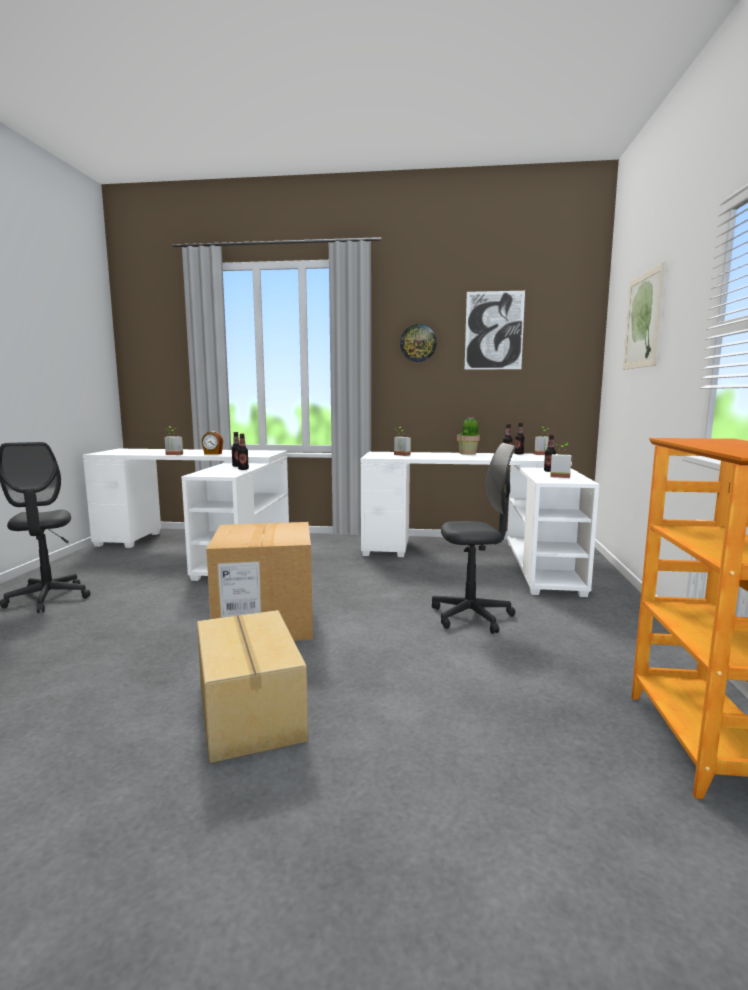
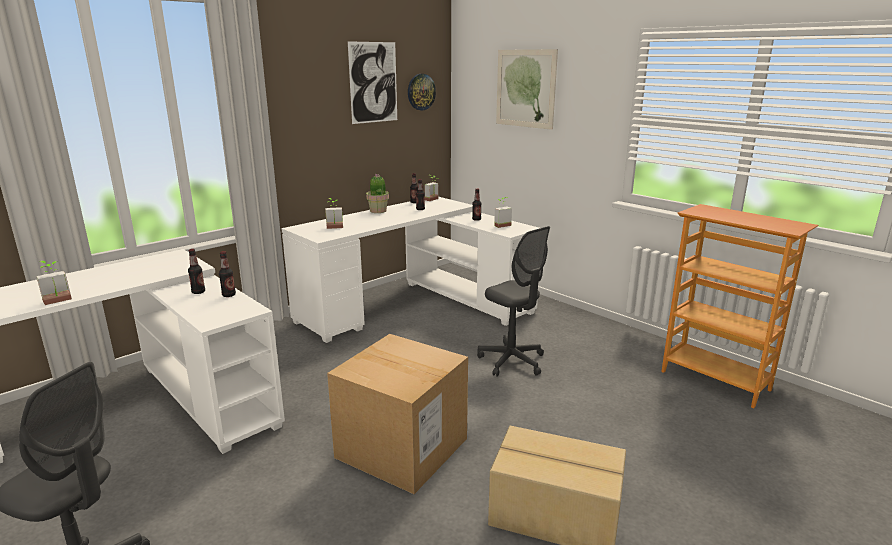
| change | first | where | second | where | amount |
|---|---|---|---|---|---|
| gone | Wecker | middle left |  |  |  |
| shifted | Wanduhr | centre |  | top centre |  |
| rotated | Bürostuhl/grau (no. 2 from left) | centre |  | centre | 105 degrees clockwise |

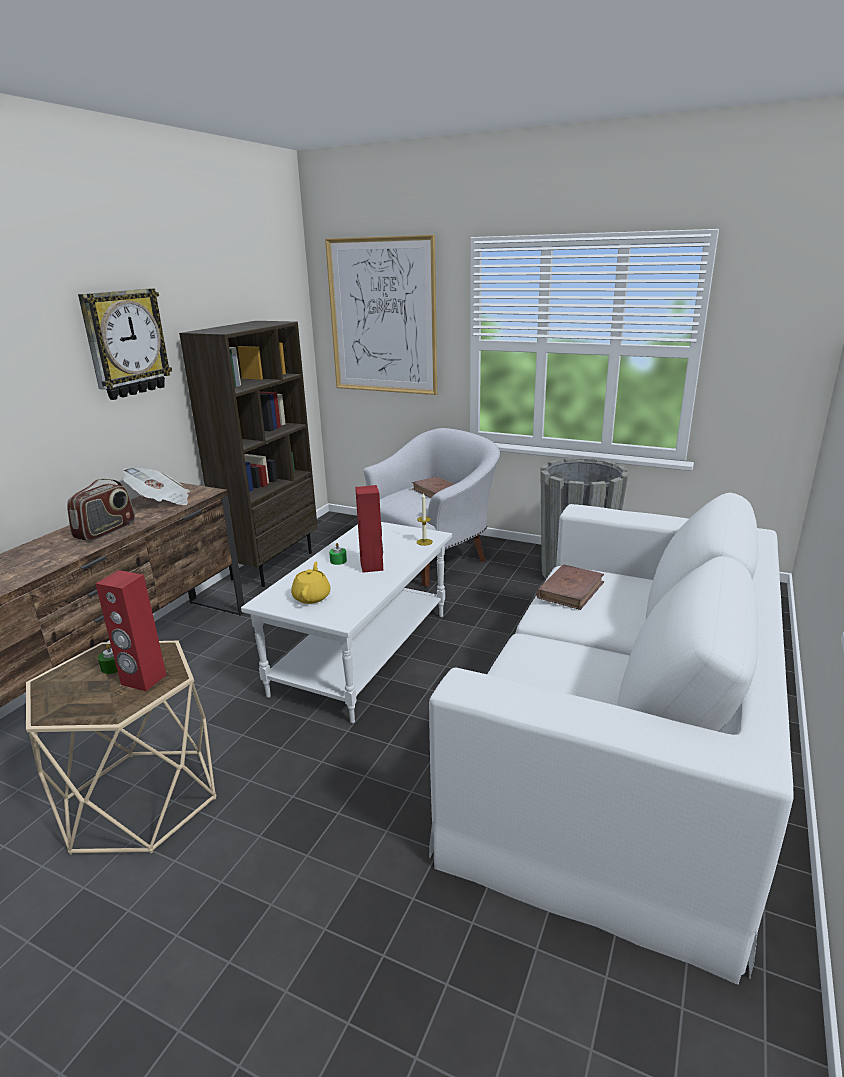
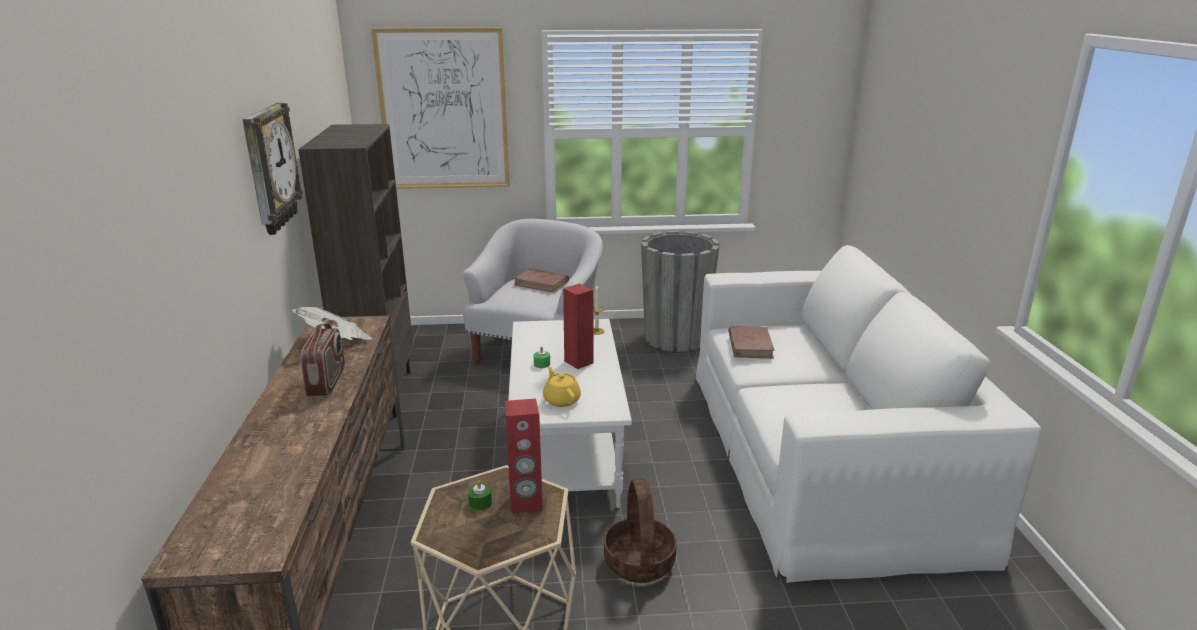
| change | first | where | second | where | amount |
|---|---|---|---|---|---|
| new |  |  | Korb | bottom centre |  |

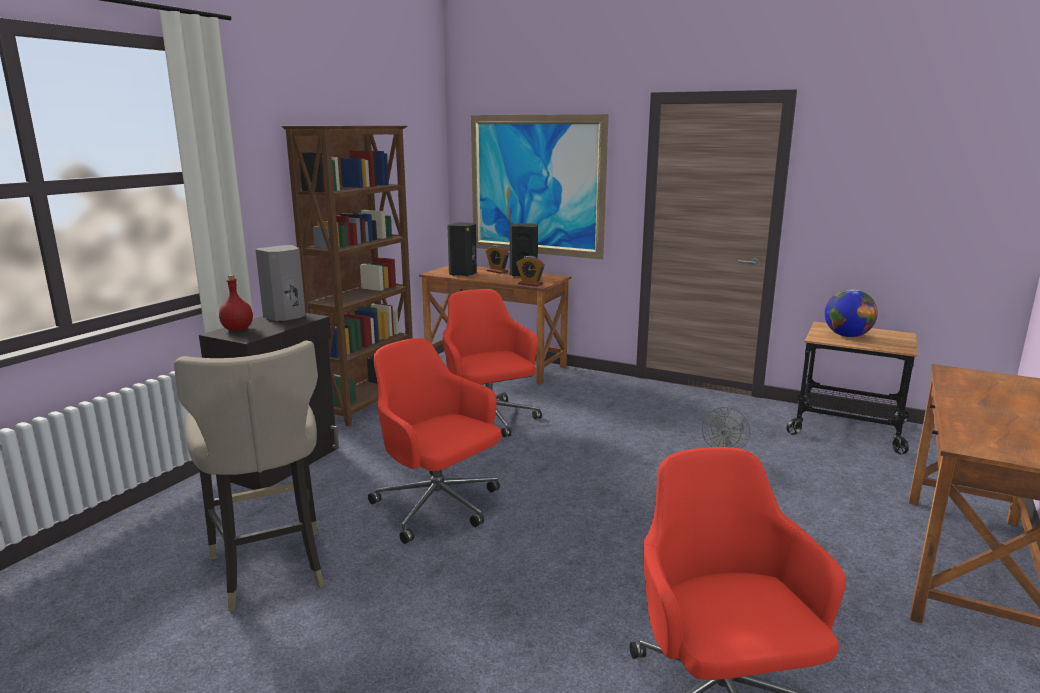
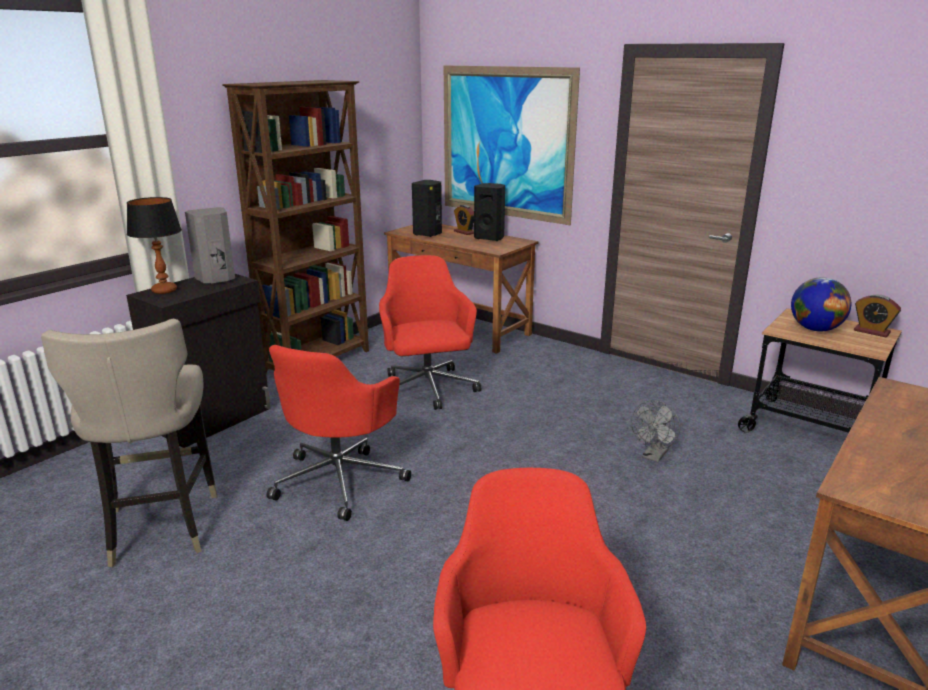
| change | first | where | second | where | amount |
|---|---|---|---|---|---|
| shifted | Wecker (no. 2 from left) | centre |  | middle right |  |
| swapped | Flasche/rot | middle left | Tischlampe | middle left |  |
| rotated | Bürostuhl/rot (no. 1 from left) | centre |  | centre | 120 degrees counterclockwise |

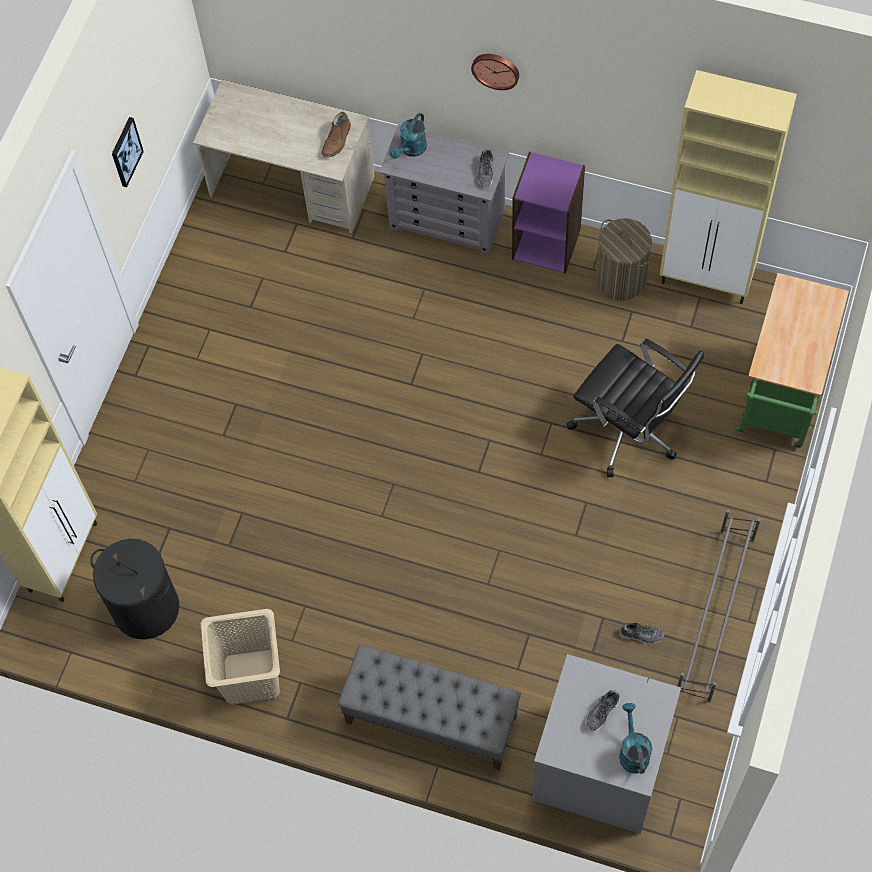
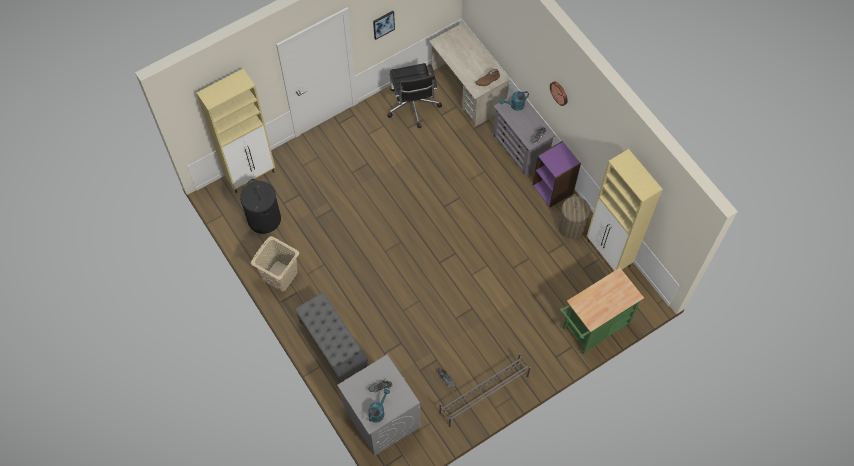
| change | first | where | second | where | amount |
|---|---|---|---|---|---|
| shifted | Bürostuhl/schwarz | middle right |  | top centre |  |

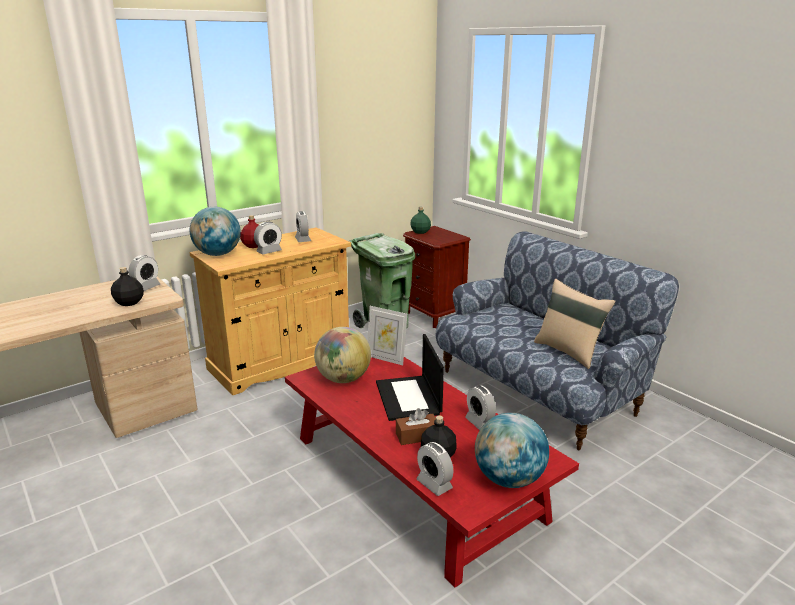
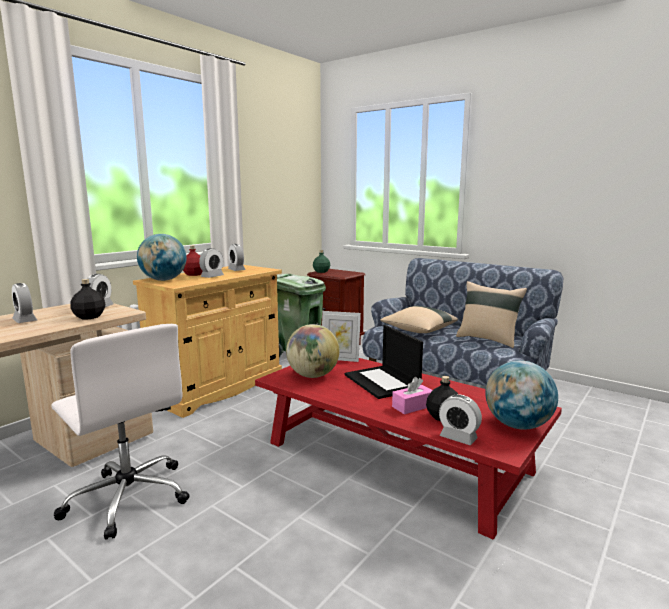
| change | first | where | second | where | amount |
|---|---|---|---|---|---|
| new |  |  | Bürostuhl/weiß | bottom left |  |
| new |  |  | Kissen/beige (no. 1 from left) | centre |  |
| shifted | Wecker (no. 5 from left in the first image) | bottom centre | Wecker (no. 1 from left) | middle left |  |
| repainted | Taschentuchbox/braun | bottom centre | Taschentuchbox/rosa | centre |  |

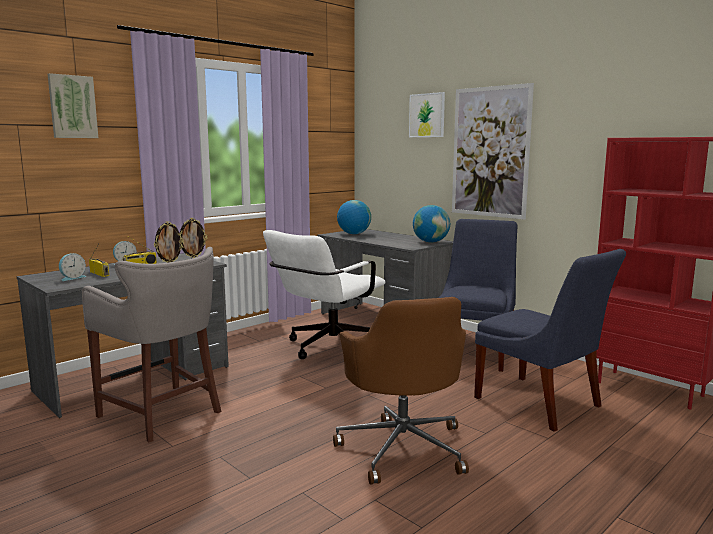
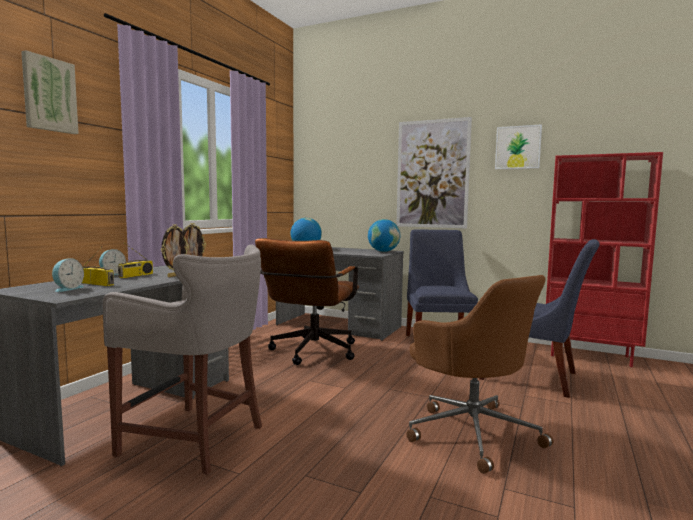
| change | first | where | second | where | amount |
|---|---|---|---|---|---|
| shifted | Bild (no. 2 from left in the first image) | top centre | Bild (no. 3 from left) | top right |  |
| repainted | Bürostuhl/weiß | centre | Bürostuhl/braun (no. 1 from left) | centre |  |

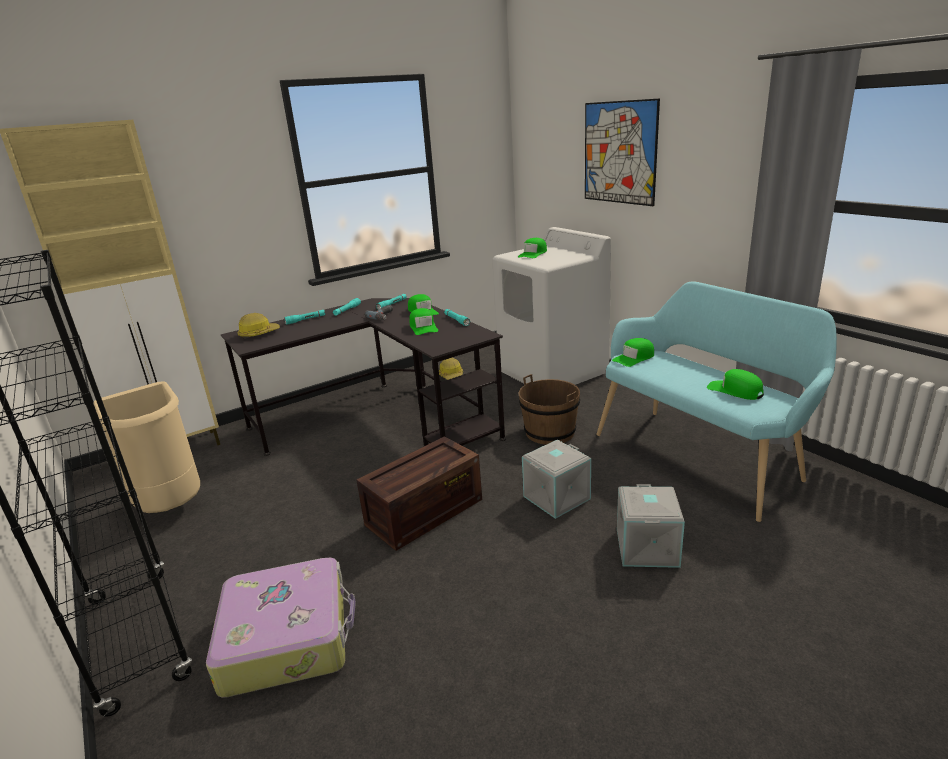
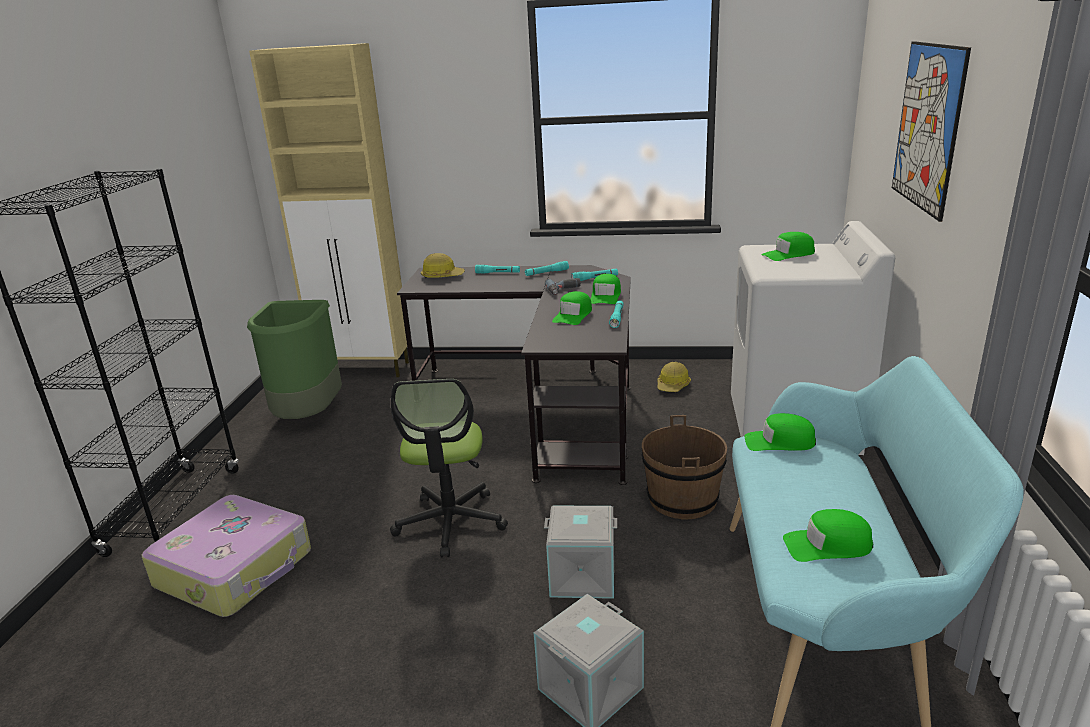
| change | first | where | second | where | amount |
|---|---|---|---|---|---|
| swapped | Kiste | centre | Bürostuhl | centre |  |
| repainted | Mülleimer/beige | middle left | Mülleimer/grün | middle left |  |
| rotated | Kappe/grün (no. 5 from left) | middle right |  | bottom right | 90 degrees counterclockwise |

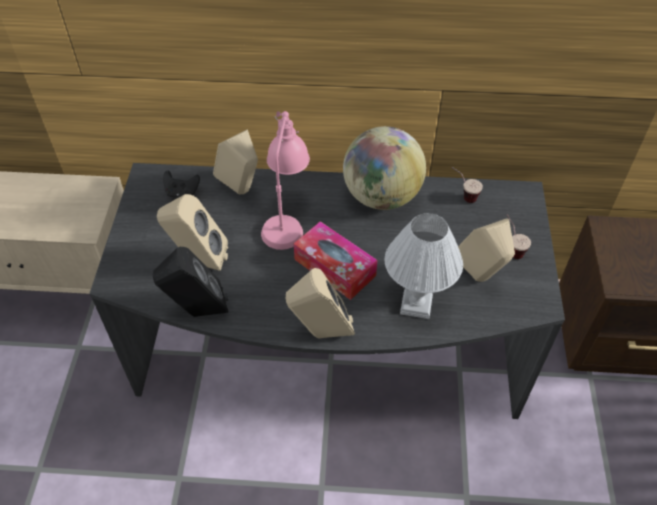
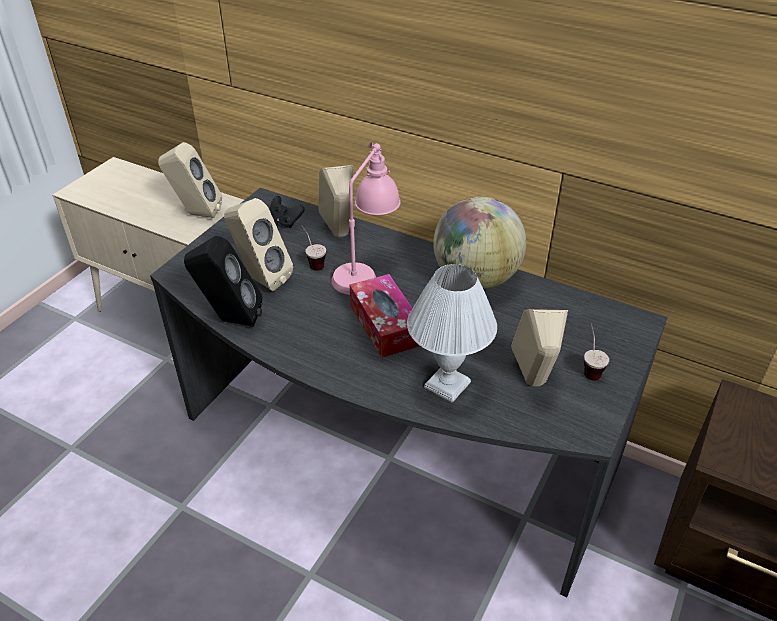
| change | first | where | second | where | amount |
|---|---|---|---|---|---|
| shifted | Lautsprecher/beige (no. 3 from left in the first image) | centre | Lautsprecher/beige (no. 1 from left) | top left |  |
| shifted | Tasse (no. 1 from left) | middle right |  | centre |  |

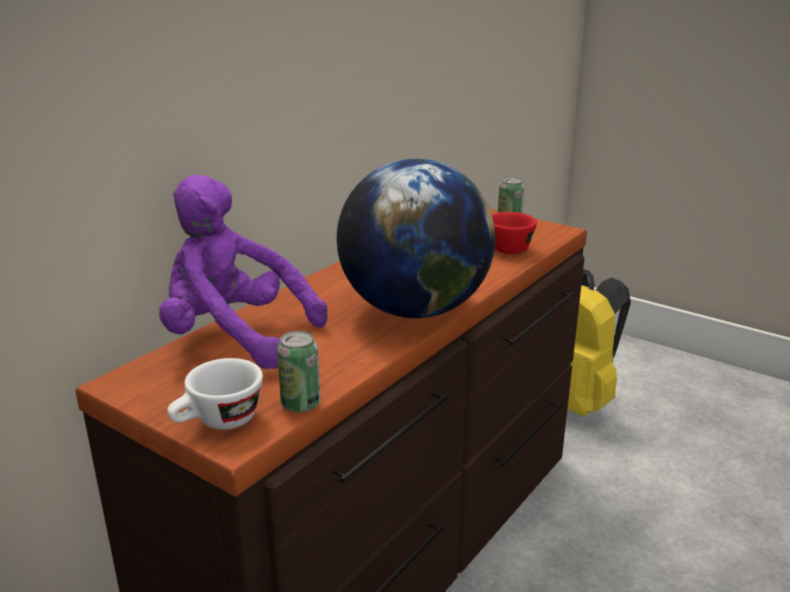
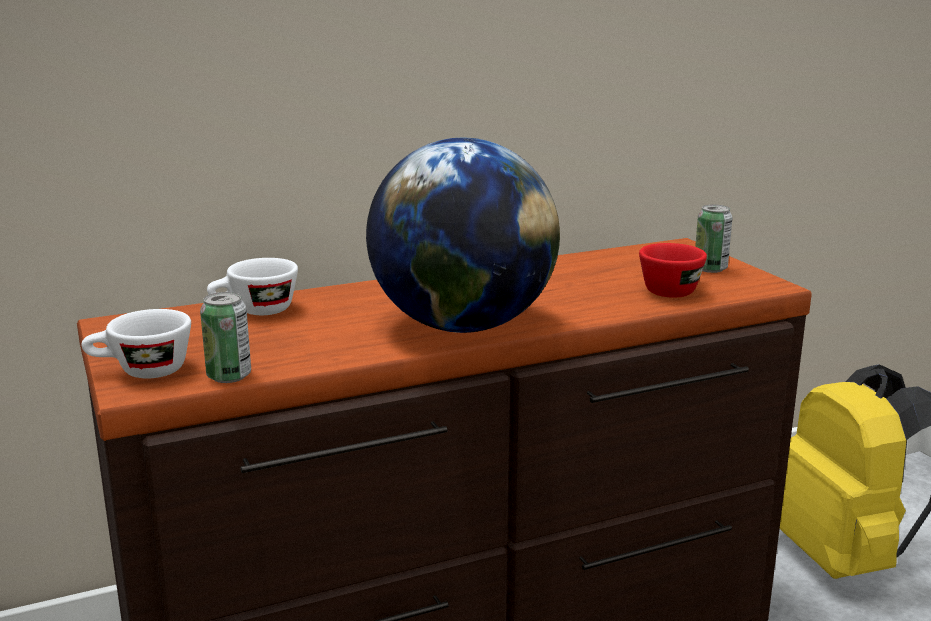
| change | first | where | second | where | amount |
|---|---|---|---|---|---|
| swapped | Plüschtier/lila | middle left | Tasse/weiß (no. 2 from left) | middle left |  |

